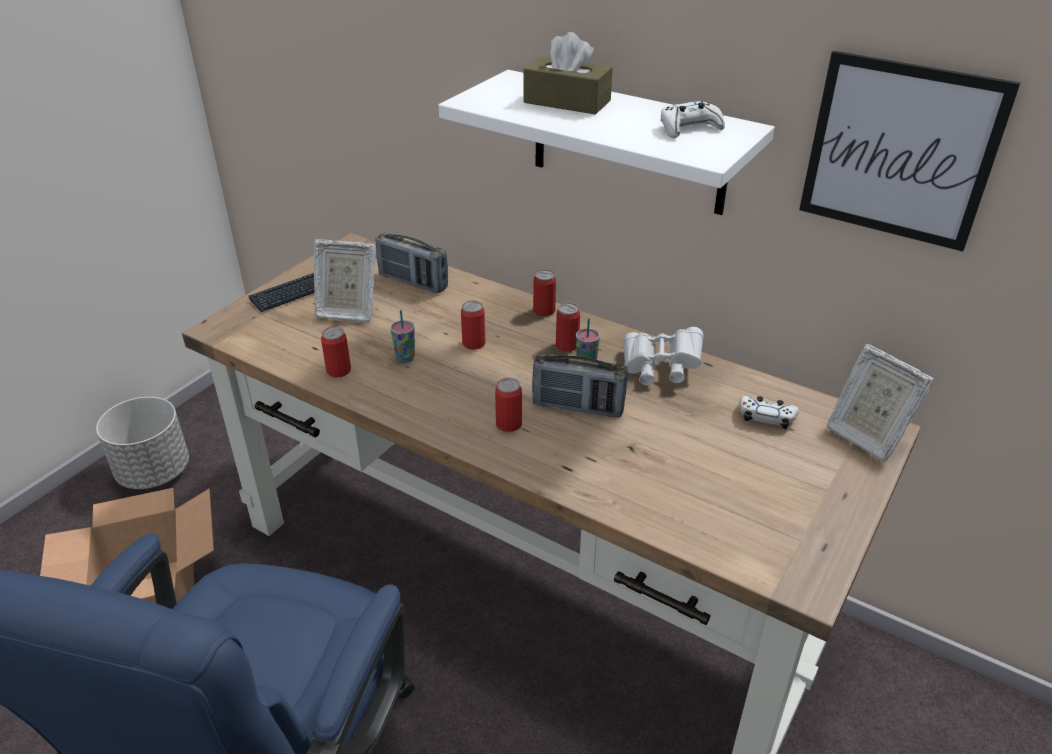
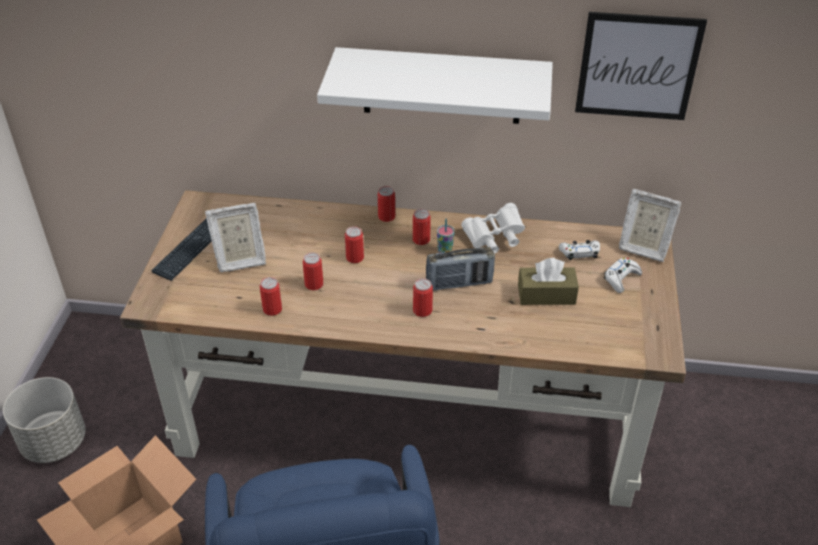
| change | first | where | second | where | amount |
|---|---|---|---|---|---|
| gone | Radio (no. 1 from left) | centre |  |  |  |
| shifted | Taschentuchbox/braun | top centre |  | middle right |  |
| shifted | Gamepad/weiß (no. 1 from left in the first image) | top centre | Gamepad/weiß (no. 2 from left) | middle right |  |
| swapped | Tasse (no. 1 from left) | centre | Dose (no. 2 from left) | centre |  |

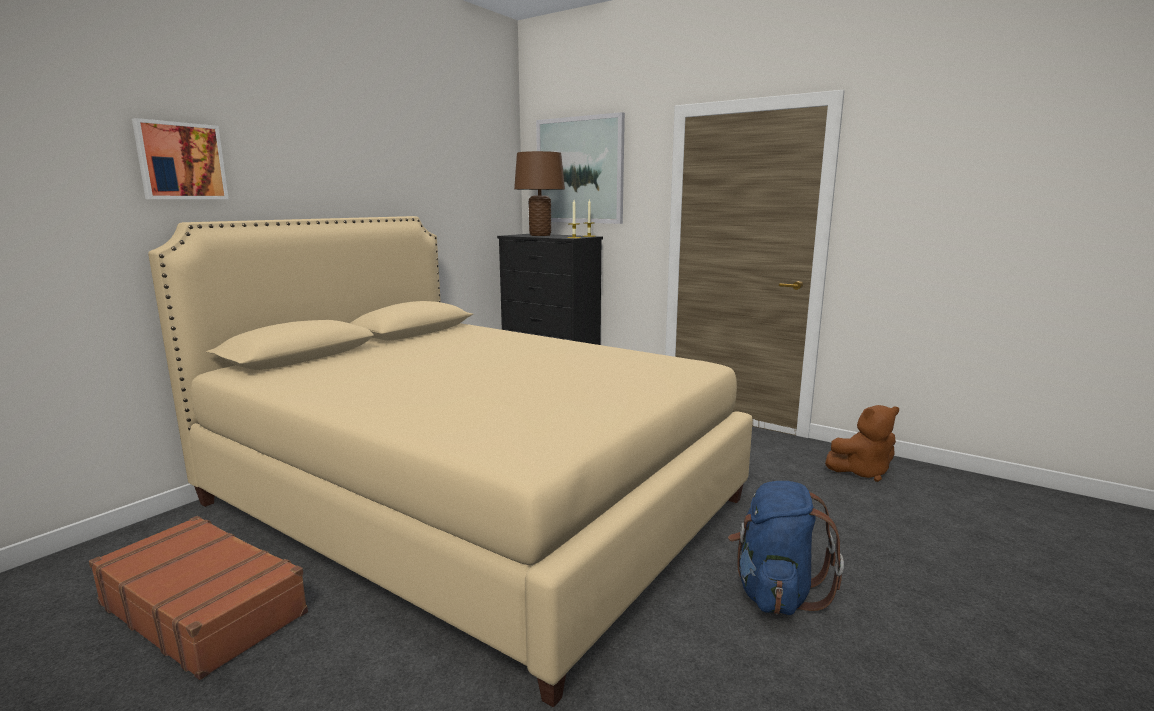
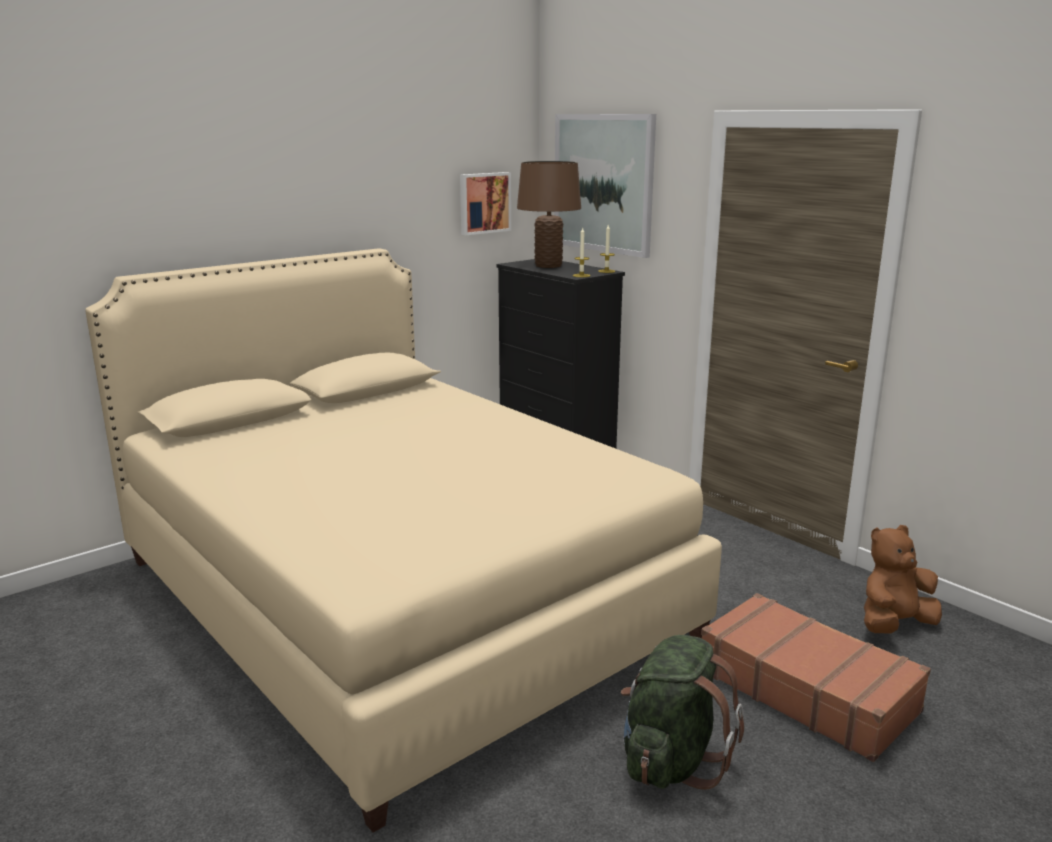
| change | first | where | second | where | amount |
|---|---|---|---|---|---|
| shifted | Koffer/braun | bottom left |  | bottom right |  |
| shifted | Bild (no. 1 from left) | top left |  | top centre |  |
| repainted | Rucksack/blau | bottom right | Rucksack/grün | bottom centre |  |
| rotated | Plüschtier/braun | middle right |  | bottom right | 150 degrees clockwise |

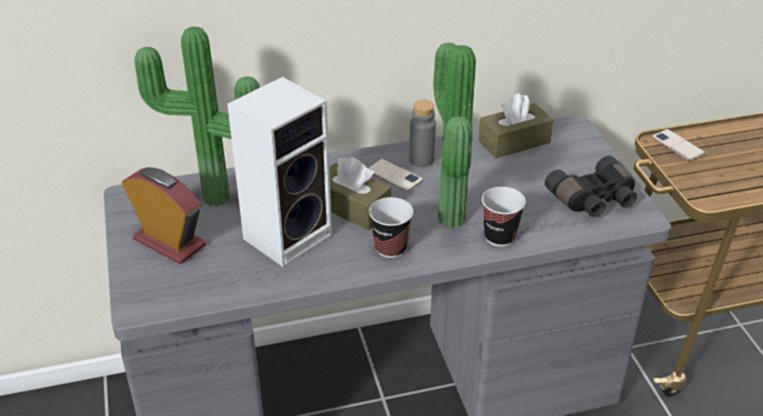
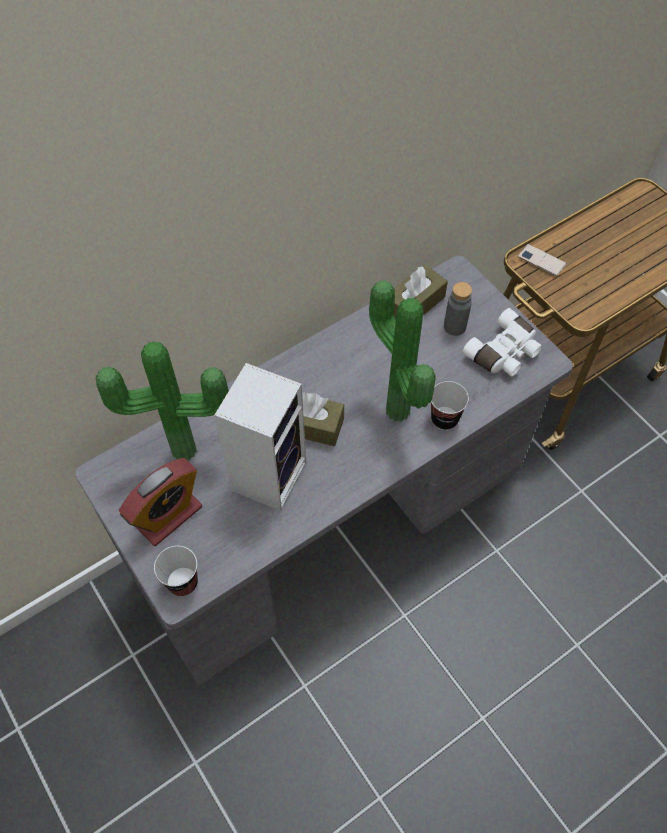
| change | first | where | second | where | amount |
|---|---|---|---|---|---|
| gone | Handy (no. 1 from left) | centre |  |  |  |
| shifted | Tasse (no. 1 from left) | centre |  | bottom left |  |
| shifted | Flasche/grau | top centre |  | middle right |  |
| repainted | Fernglas/schwarz | middle right | Fernglas/weiß | middle right |  |
| rotated | Wecker | middle left |  | middle left | 120 degrees clockwise |

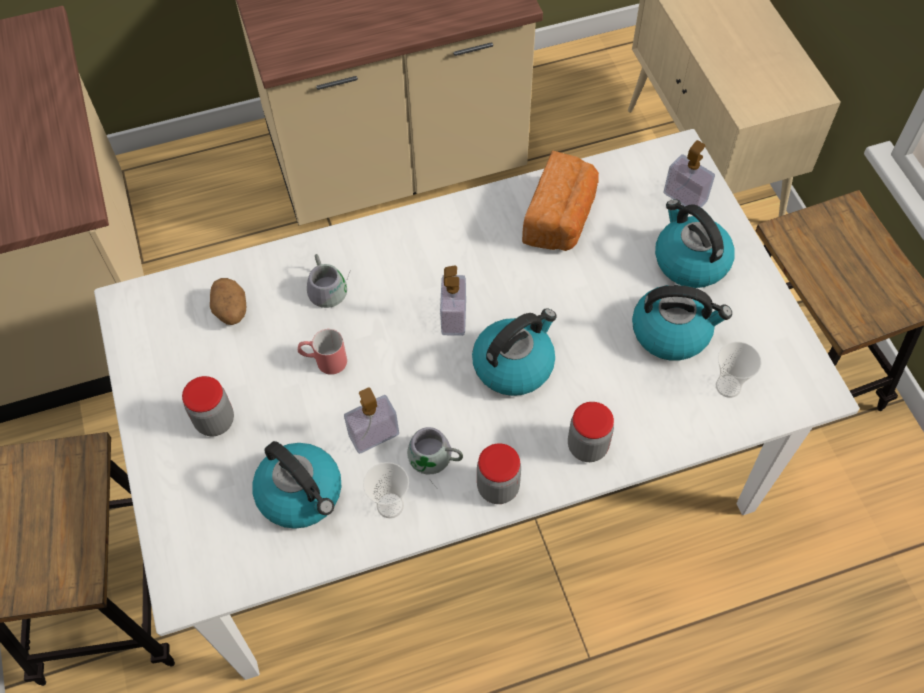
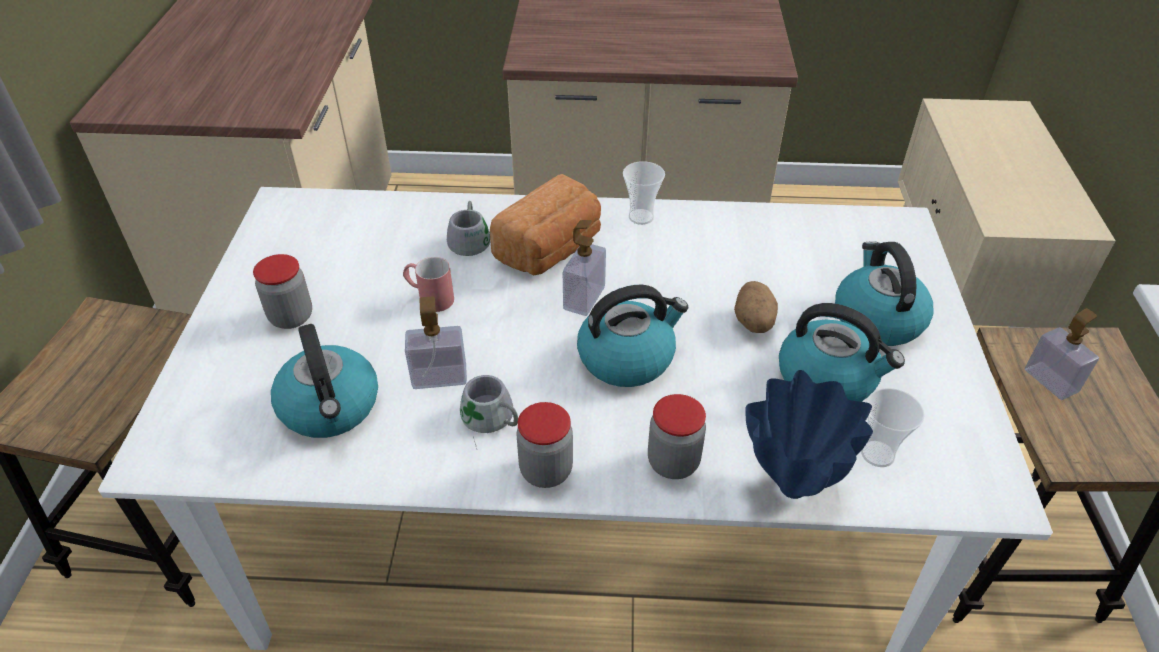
| change | first | where | second | where | amount |
|---|---|---|---|---|---|
| new |  |  | Vase/blau | middle right |  |
| shifted | Kartoffel | middle left |  | centre |  |
| shifted | Tasse (no. 1 from left) | bottom centre |  | top centre |  |
| shifted | Brot | top centre |  | centre |  |
| shifted | Seifenspender (no. 3 from left) | top right |  | middle right |  |

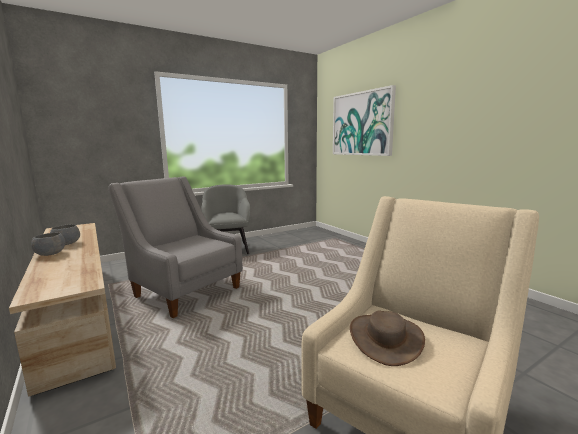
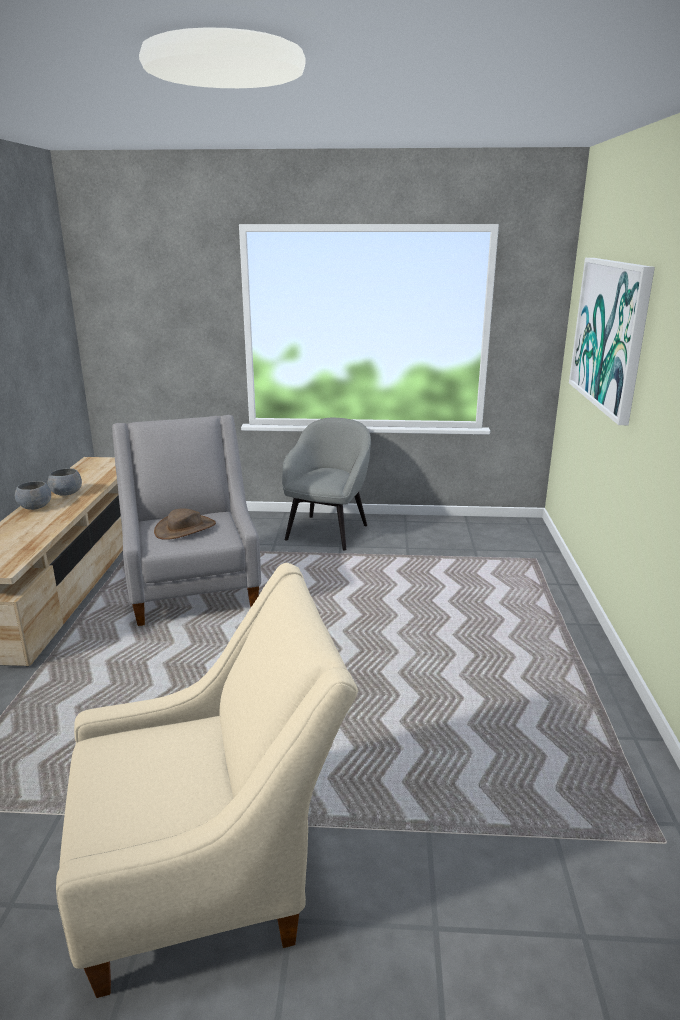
| change | first | where | second | where | amount |
|---|---|---|---|---|---|
| shifted | Hut/braun | bottom right |  | middle left |  |

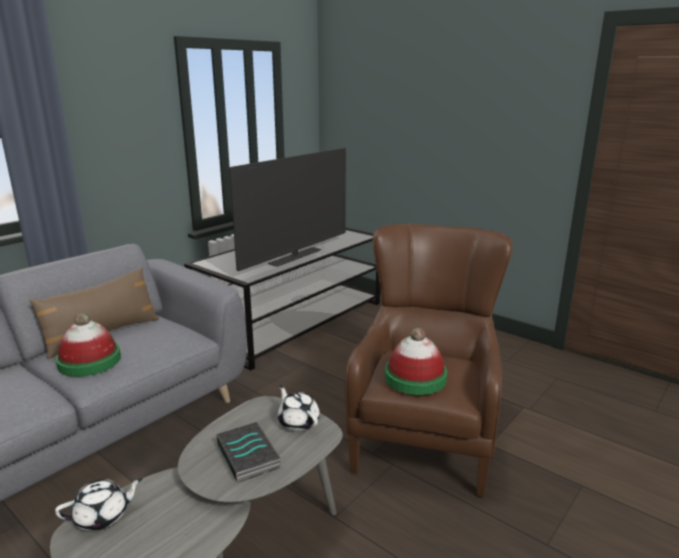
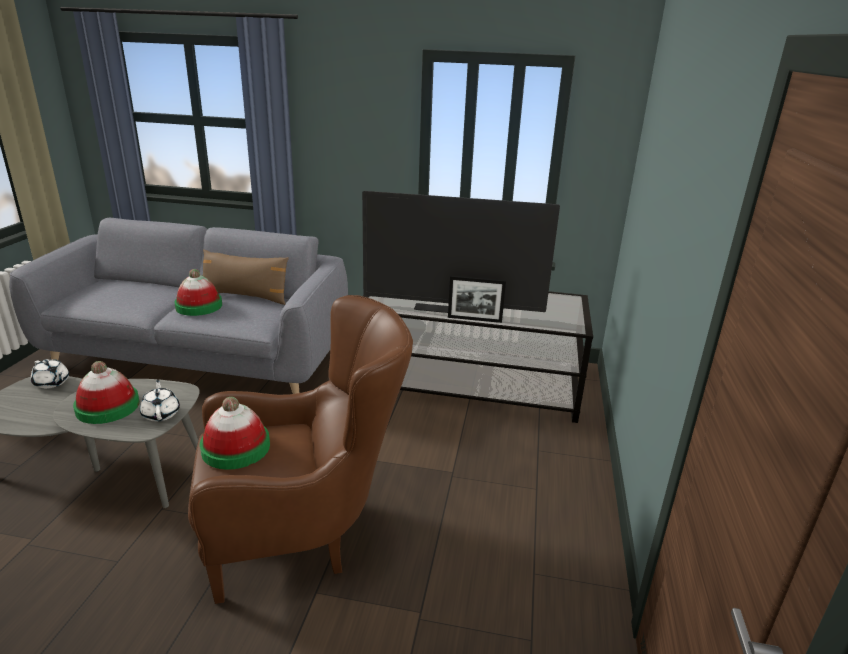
| change | first | where | second | where | amount |
|---|---|---|---|---|---|
| new |  |  | Bilderrahmen | centre |  |
| swapped | Buch | bottom centre | Hut (no. 1 from left) | middle left |  |
| rotated | Teekanne/weiß (no. 2 from left) | bottom centre |  | middle left | 45 degrees counterclockwise |

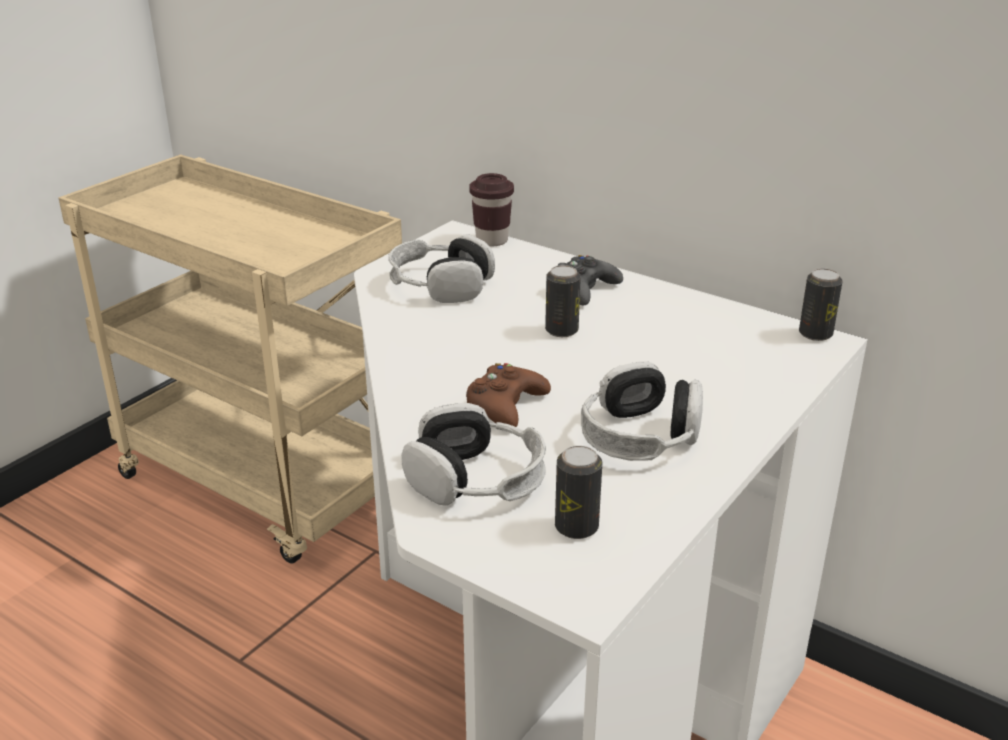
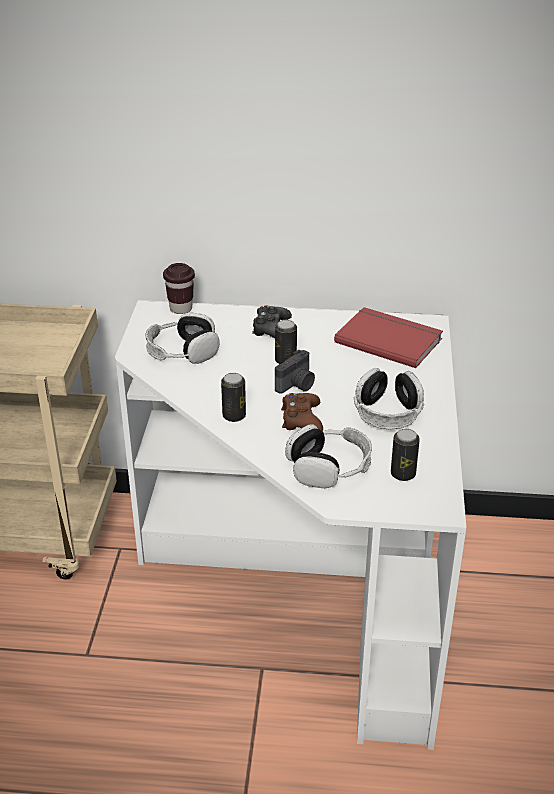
| change | first | where | second | where | amount |
|---|---|---|---|---|---|
| new |  |  | Kamera | centre |  |
| new |  |  | Buch/rot | middle right |  |
| shifted | Dose (no. 3 from left in the first image) | middle right | Dose (no. 1 from left) | centre |  |

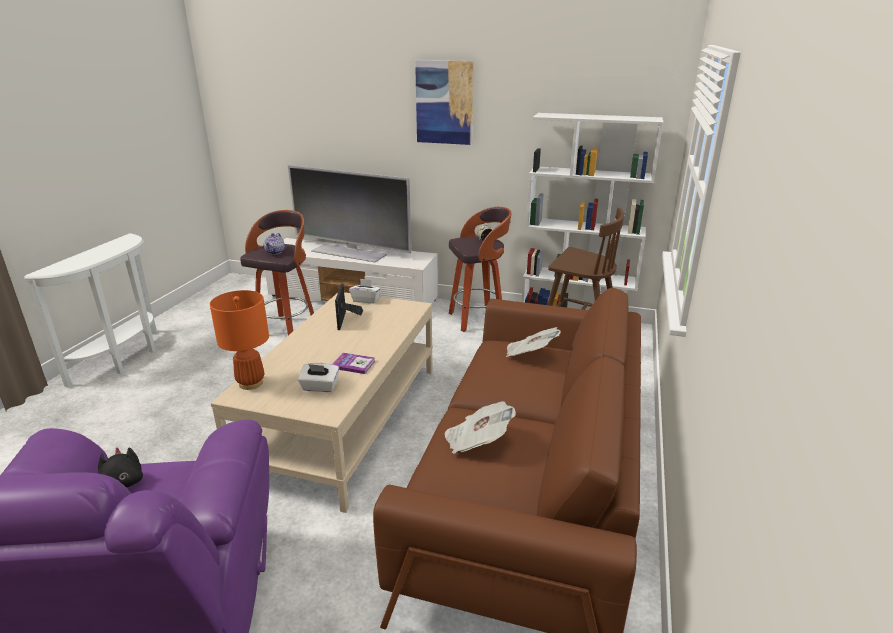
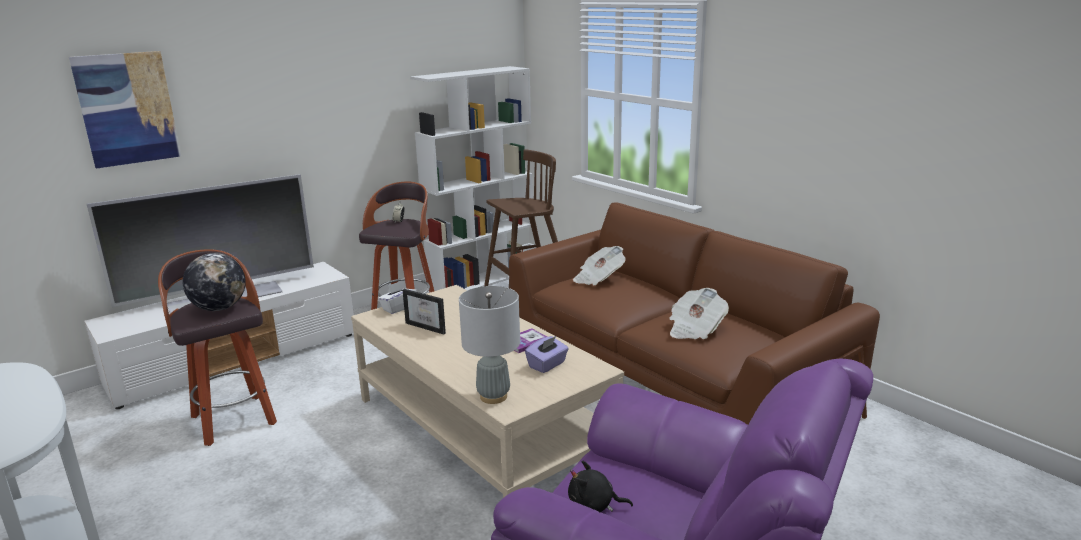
| change | first | where | second | where | amount |
|---|---|---|---|---|---|
| shifted | Bild | top centre |  | top left |  |
| swapped | Teekanne | middle left | Globus | middle left |  |
| repainted | Tischlampe/orange | middle left | Tischlampe/grau | centre |  |
| repainted | Taschentuchbox/weiß (no. 1 from left) | centre | Taschentuchbox/lila | centre |  |

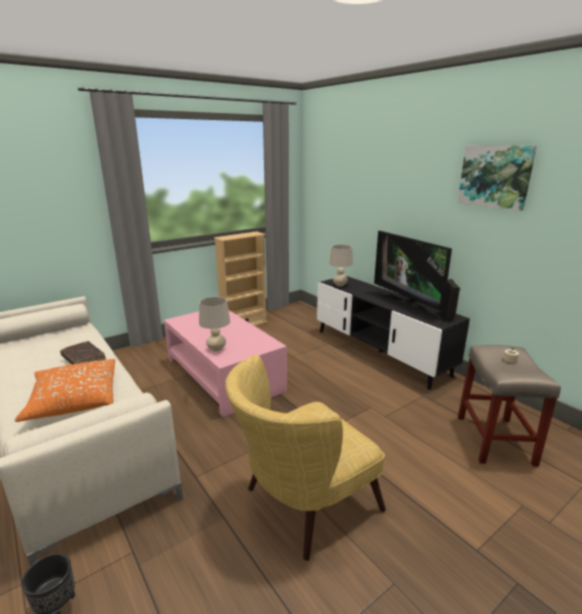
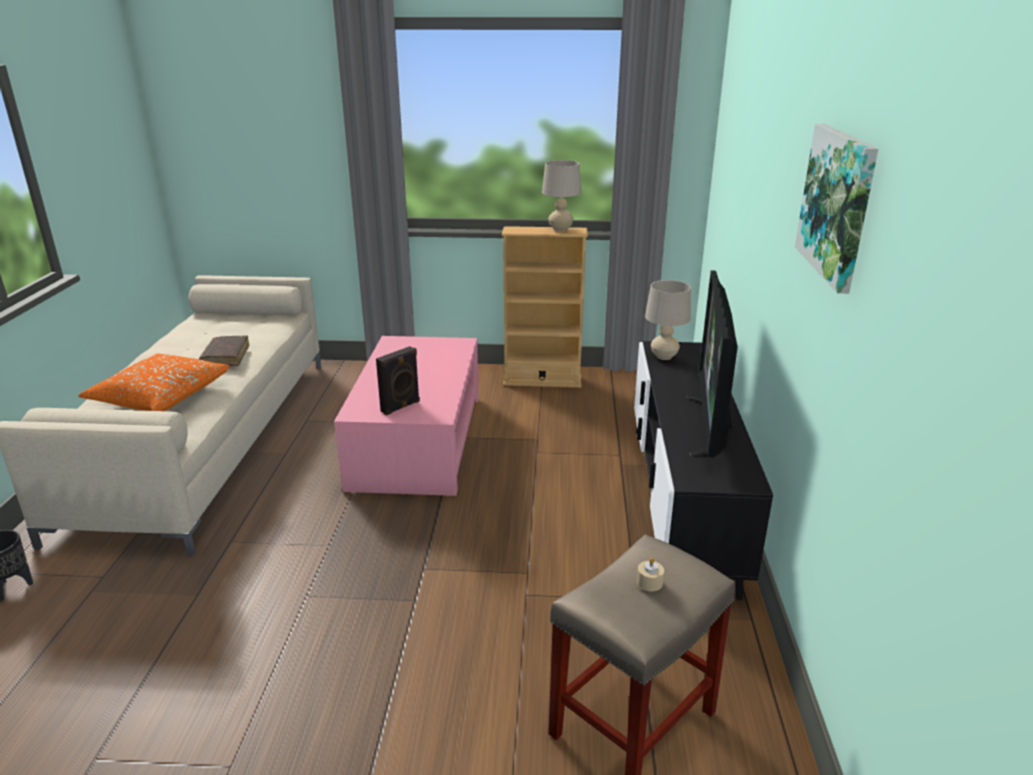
| change | first | where | second | where | amount |
|---|---|---|---|---|---|
| gone | Sessel/gelb | bottom centre |  |  |  |
| shifted | Tischlampe/beige (no. 1 from left) | centre |  | top centre |  |
| shifted | Lautsprecher/schwarz | middle right |  | centre |  |

